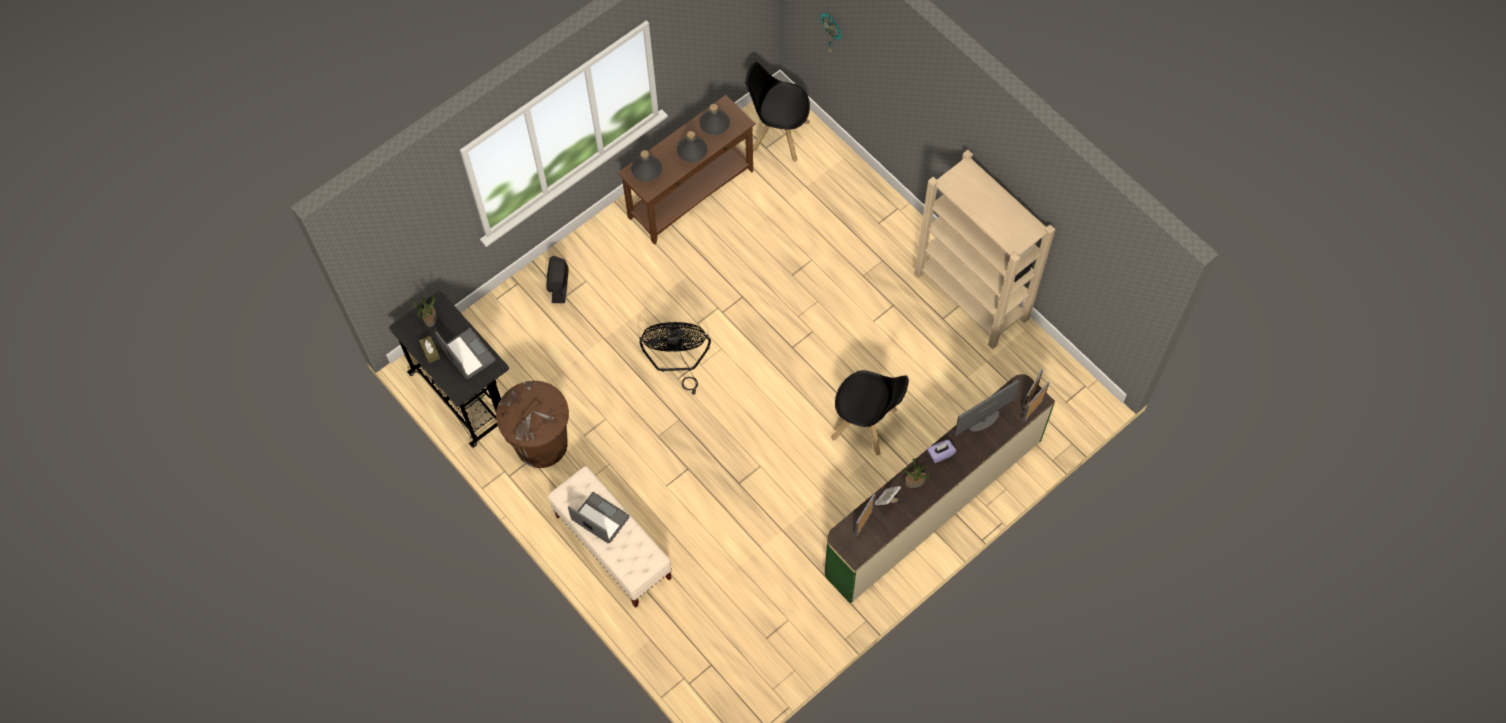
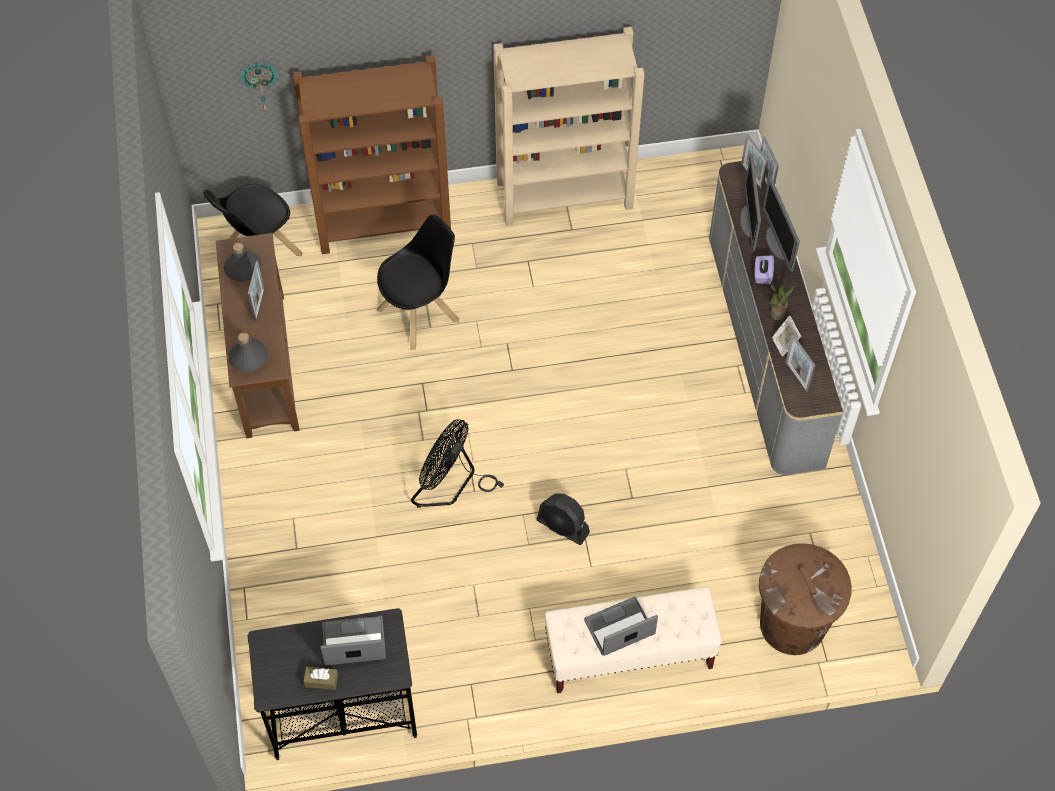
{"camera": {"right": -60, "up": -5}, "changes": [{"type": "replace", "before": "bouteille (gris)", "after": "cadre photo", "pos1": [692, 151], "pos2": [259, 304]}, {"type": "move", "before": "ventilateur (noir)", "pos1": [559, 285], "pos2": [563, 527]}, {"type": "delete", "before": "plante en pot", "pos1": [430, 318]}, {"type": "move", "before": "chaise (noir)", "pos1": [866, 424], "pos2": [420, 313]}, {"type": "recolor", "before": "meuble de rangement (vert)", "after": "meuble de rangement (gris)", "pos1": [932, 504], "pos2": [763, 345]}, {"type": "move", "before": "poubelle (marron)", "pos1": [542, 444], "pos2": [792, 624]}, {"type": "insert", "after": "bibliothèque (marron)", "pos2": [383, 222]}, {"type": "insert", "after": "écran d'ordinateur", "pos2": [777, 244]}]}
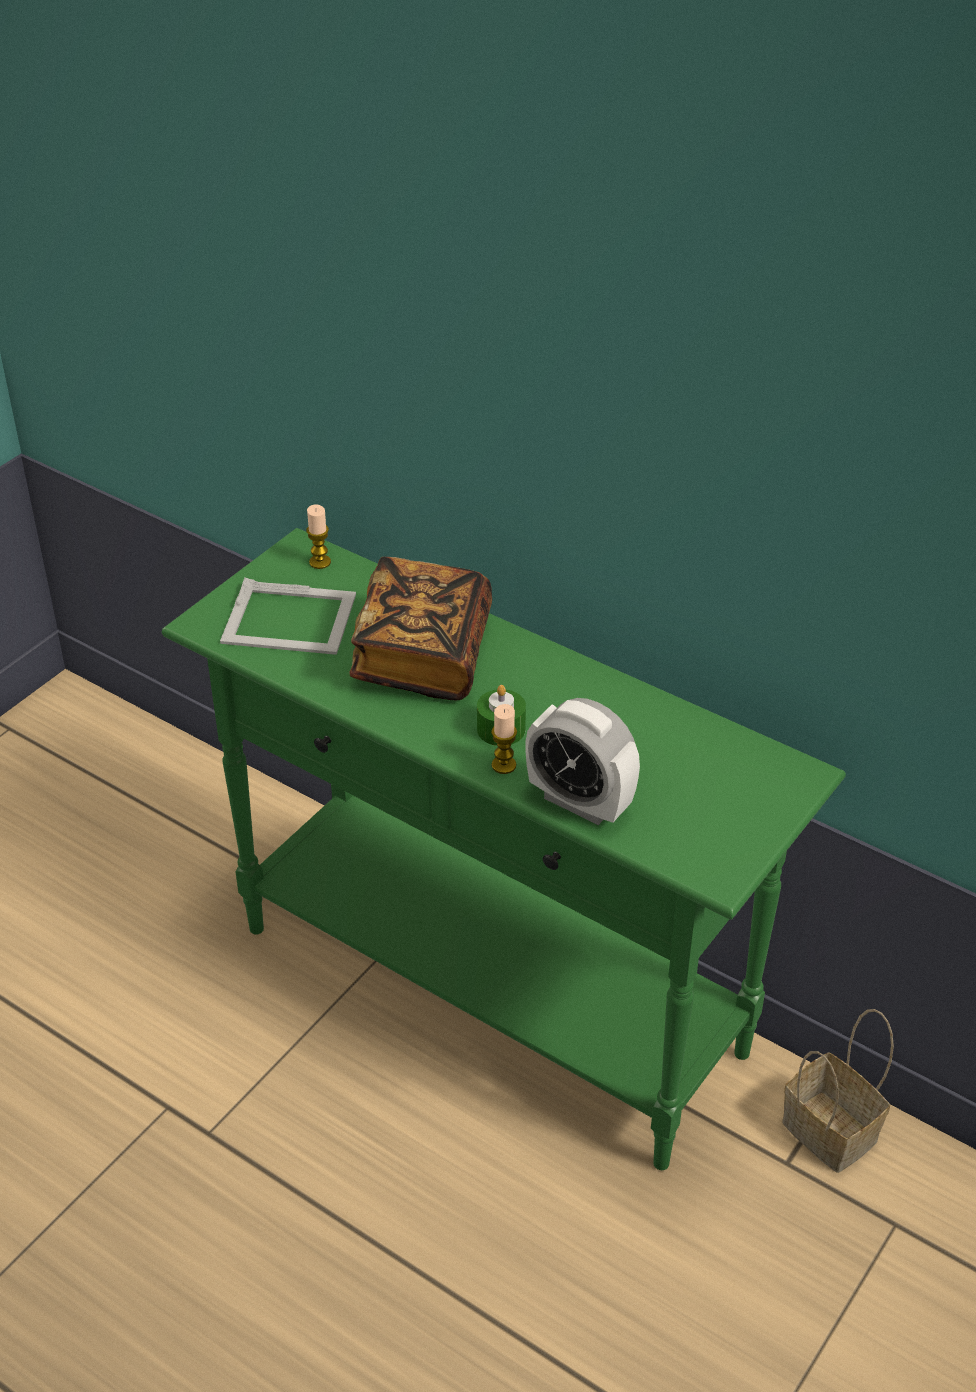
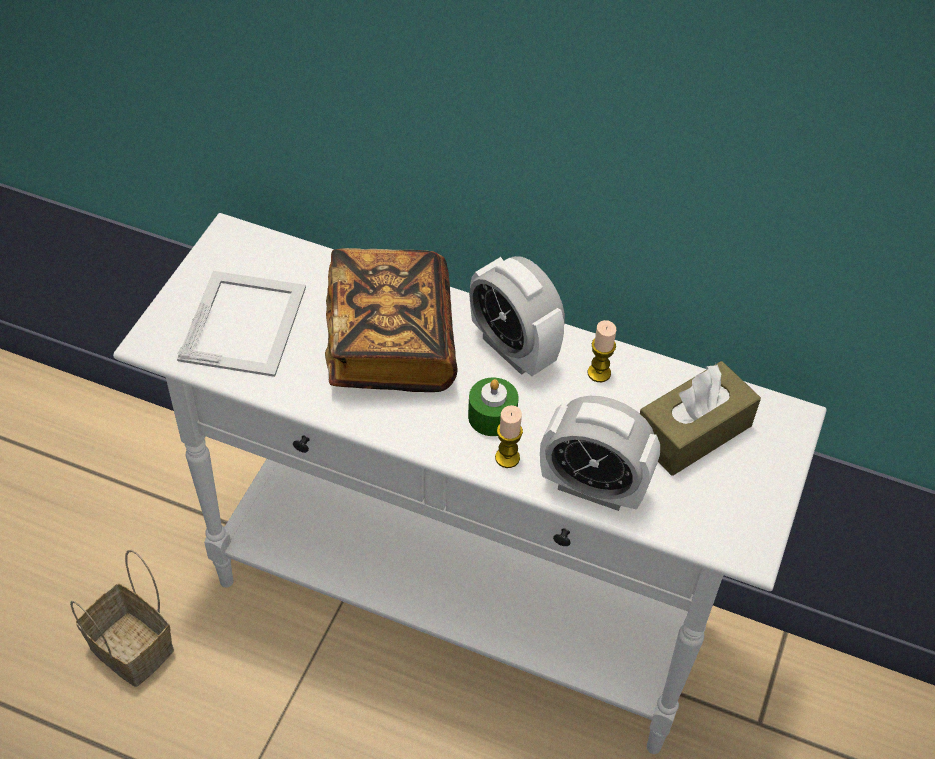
{"camera": {"right": -15, "up": 10}, "changes": [{"type": "move", "before": "bougie", "pos1": [320, 562], "pos2": [599, 373]}, {"type": "recolor", "before": "table console (vert)", "after": "table console (blanc)", "pos1": [491, 992], "pos2": [460, 605]}, {"type": "rotate", "before": "cadre photo", "pos1": [290, 619], "pos2": [245, 322], "turn": -75}, {"type": "move", "before": "panier", "pos1": [833, 1132], "pos2": [135, 649]}, {"type": "insert", "after": "réveil", "pos2": [513, 349]}, {"type": "insert", "after": "boîte à mouchoirs (marron)", "pos2": [693, 431]}]}
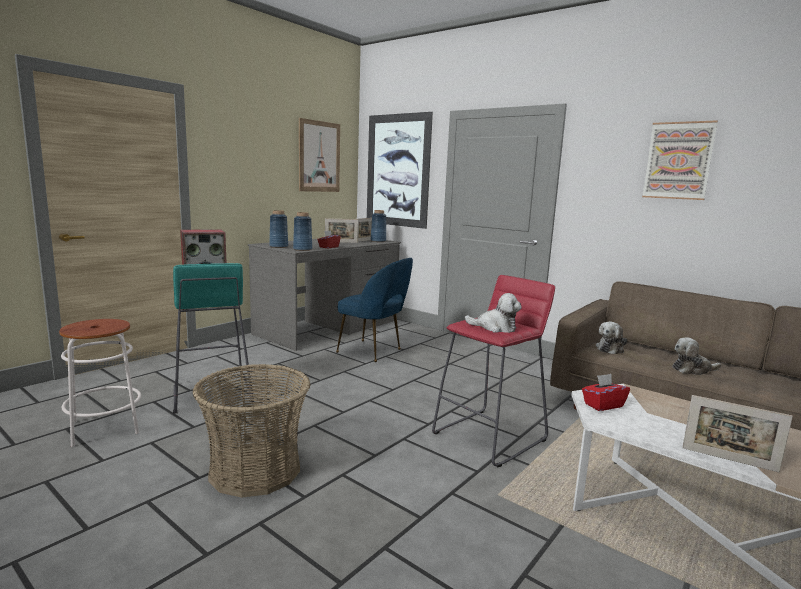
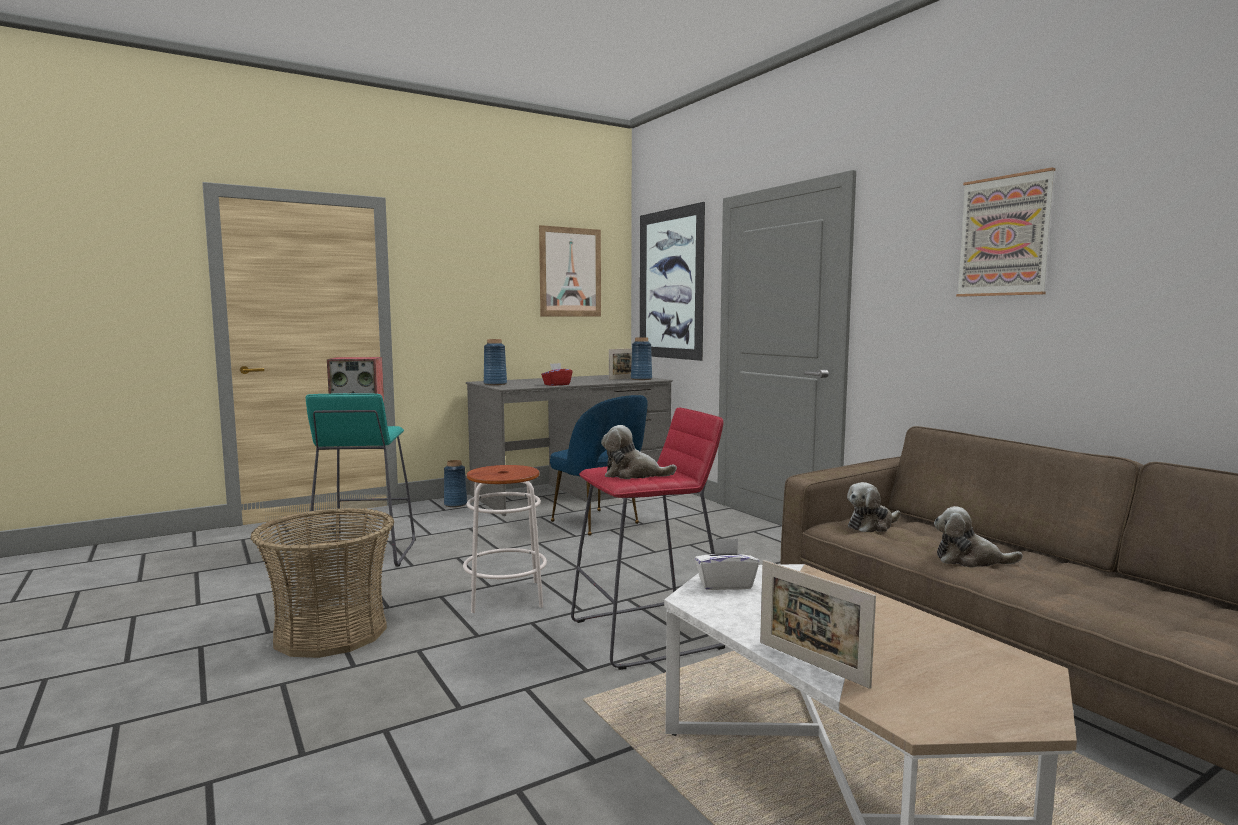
{"camera": {"right": 20, "up": -5}, "changes": [{"type": "move", "before": "vase (bleu)", "pos1": [302, 249], "pos2": [455, 504]}, {"type": "delete", "before": "cadre photo", "pos1": [341, 242]}, {"type": "rotate", "before": "peluche", "pos1": [495, 327], "pos2": [633, 475], "turn": 150}, {"type": "move", "before": "tabouret (blanc)", "pos1": [105, 427], "pos2": [506, 597]}, {"type": "recolor", "before": "boîte à mouchoirs (rouge)", "after": "boîte à mouchoirs (blanc)", "pos1": [603, 405], "pos2": [725, 584]}]}
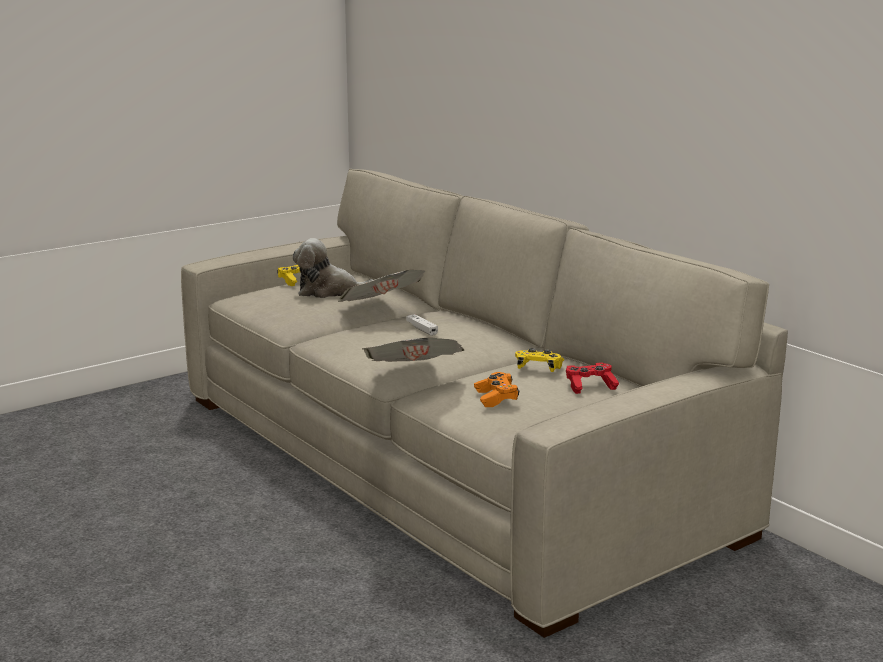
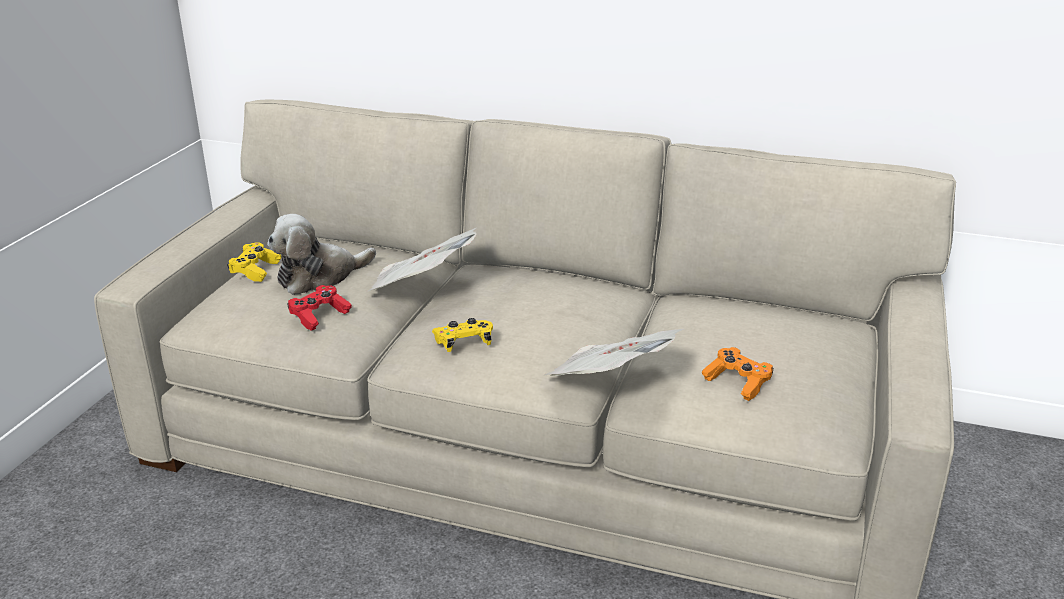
{"camera": {"right": -35, "up": 10}, "changes": [{"type": "delete", "before": "manette (blanc)", "pos1": [422, 329]}, {"type": "move", "before": "manette (jaune)", "pos1": [538, 369], "pos2": [464, 343]}, {"type": "move", "before": "manette (rouge)", "pos1": [590, 386], "pos2": [319, 316]}]}
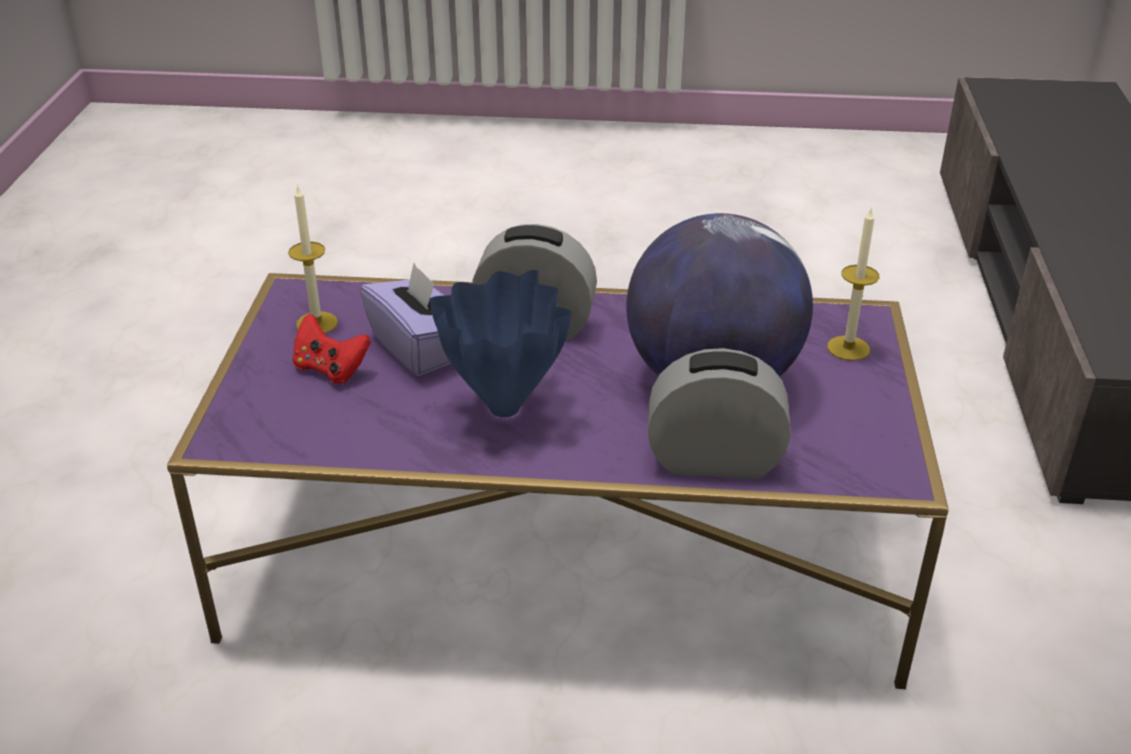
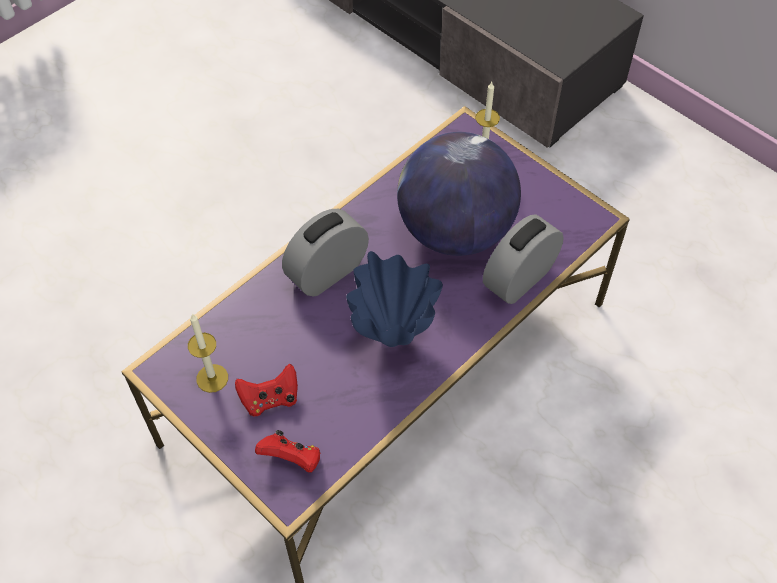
{"camera": {"right": -50, "up": 20}, "changes": [{"type": "delete", "before": "boîte à mouchoirs (violet)", "pos1": [419, 348]}, {"type": "insert", "after": "manette (rouge)", "pos2": [292, 459]}]}
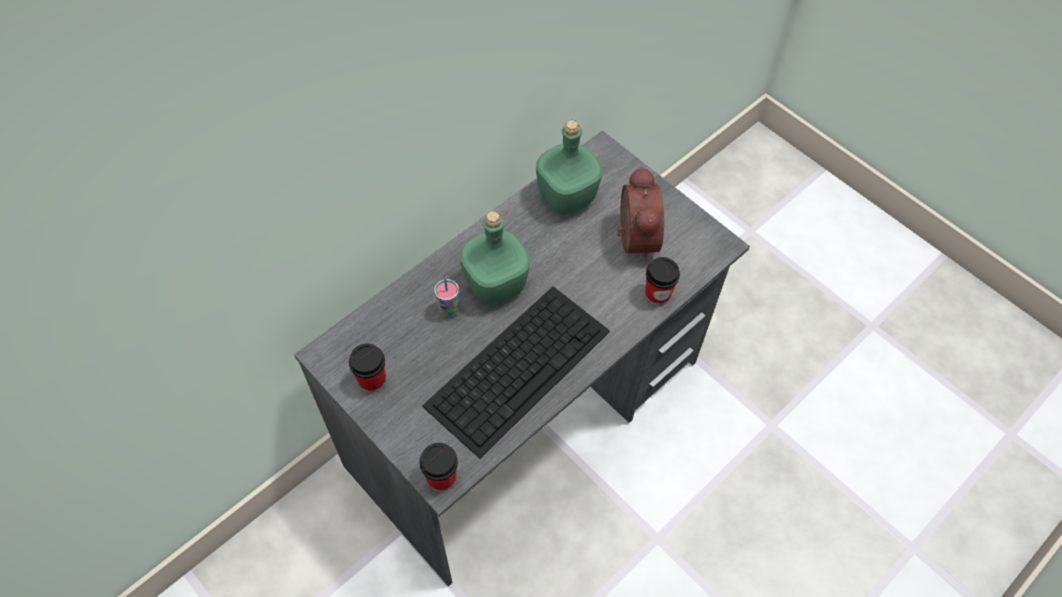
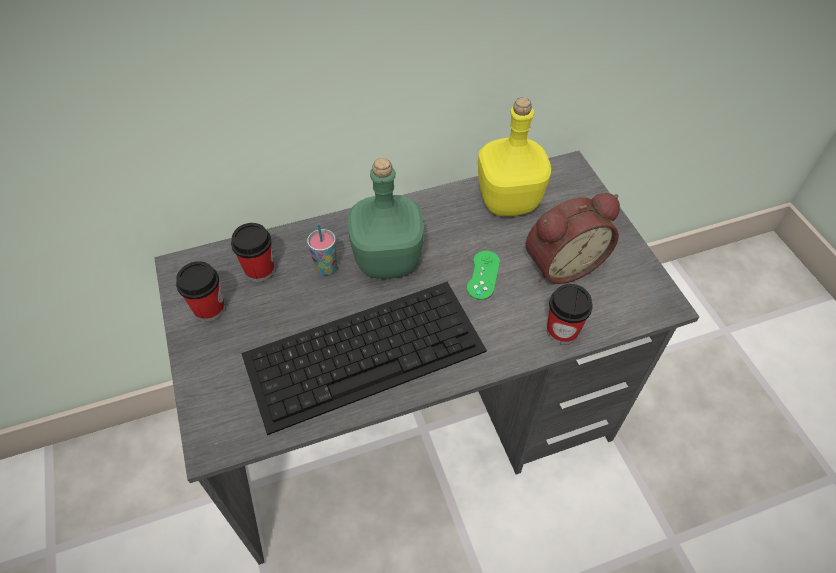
{"camera": {"right": 25, "up": -5}, "changes": [{"type": "recolor", "before": "bouteille (vert)", "after": "bouteille (jaune)", "pos1": [566, 197], "pos2": [507, 200]}, {"type": "rotate", "before": "réveil", "pos1": [633, 238], "pos2": [561, 263], "turn": 45}, {"type": "move", "before": "tasse", "pos1": [441, 478], "pos2": [260, 270]}, {"type": "insert", "after": "manette (vert)", "pos2": [483, 275]}]}
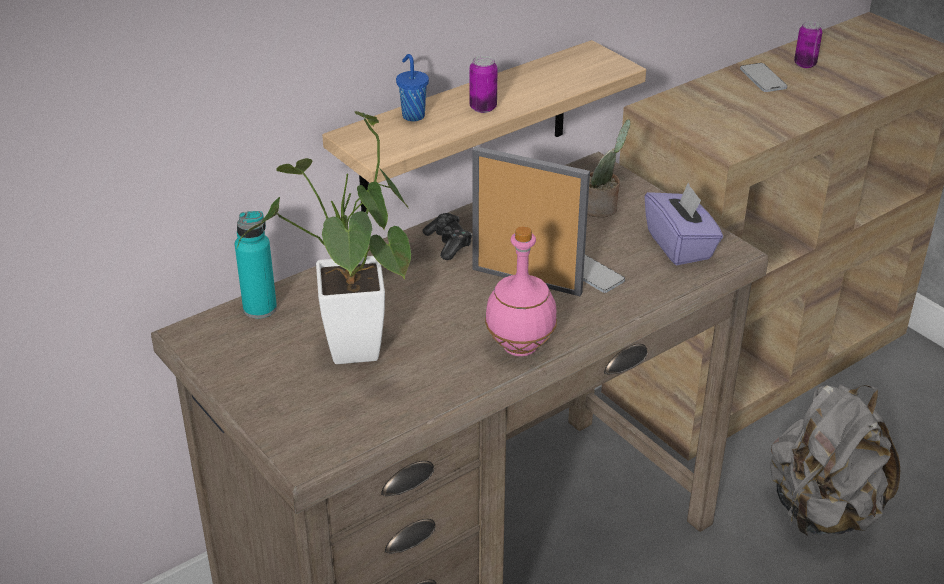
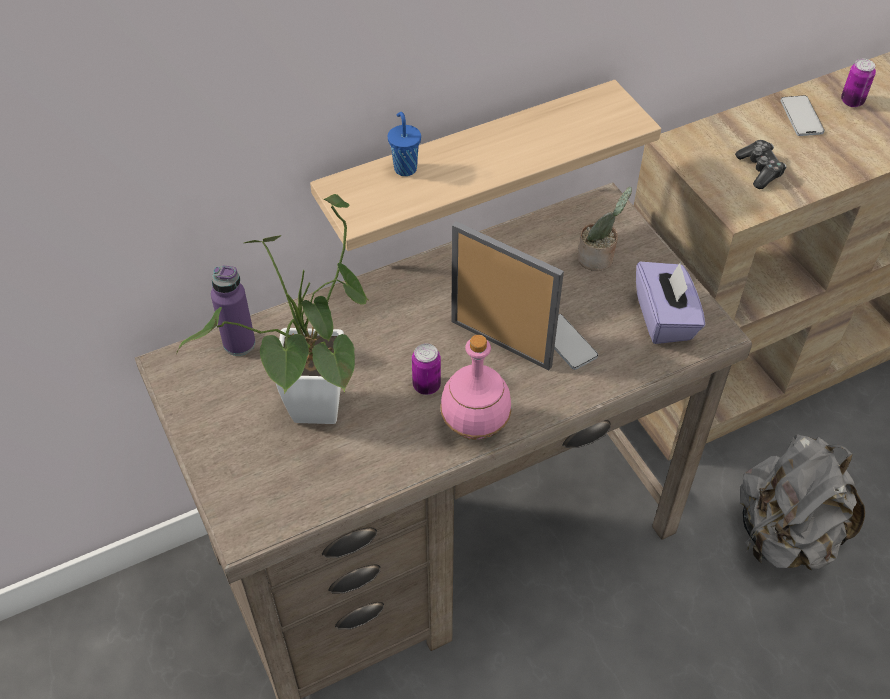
{"camera": {"right": 10, "up": 15}, "changes": [{"type": "move", "before": "boîte métallique", "pos1": [483, 108], "pos2": [426, 385]}, {"type": "recolor", "before": "bouteille (turquoise)", "after": "bouteille (violet)", "pos1": [260, 308], "pos2": [239, 343]}, {"type": "move", "before": "manette", "pos1": [448, 243], "pos2": [759, 170]}]}
